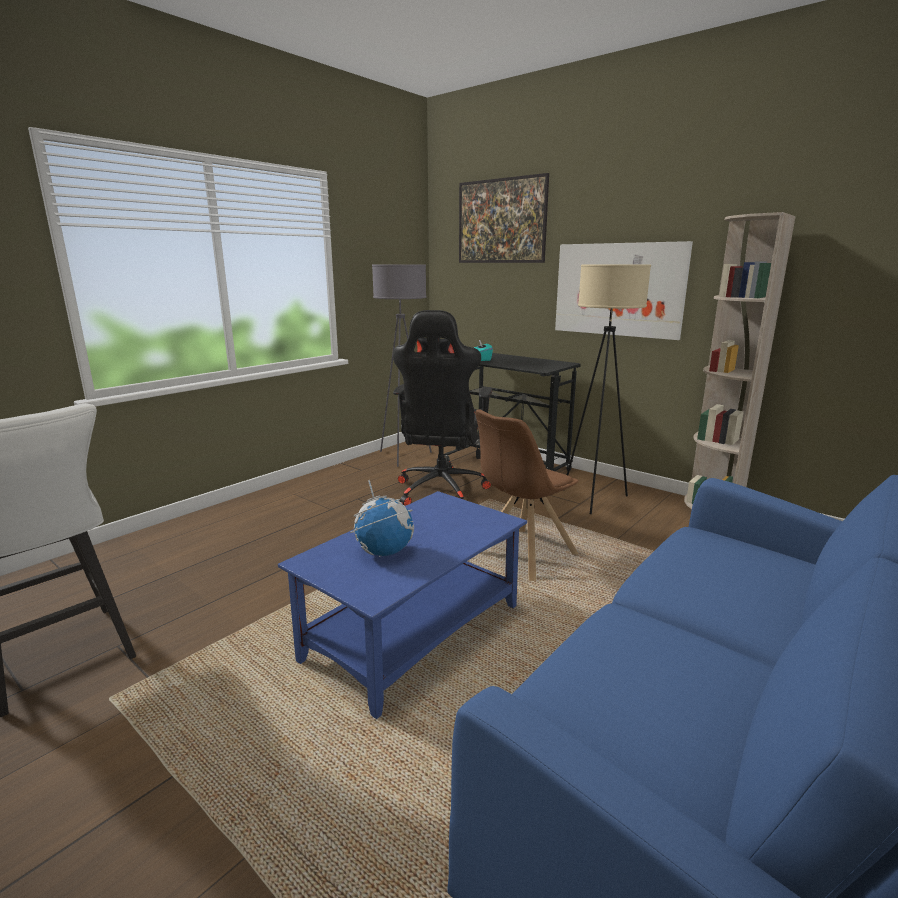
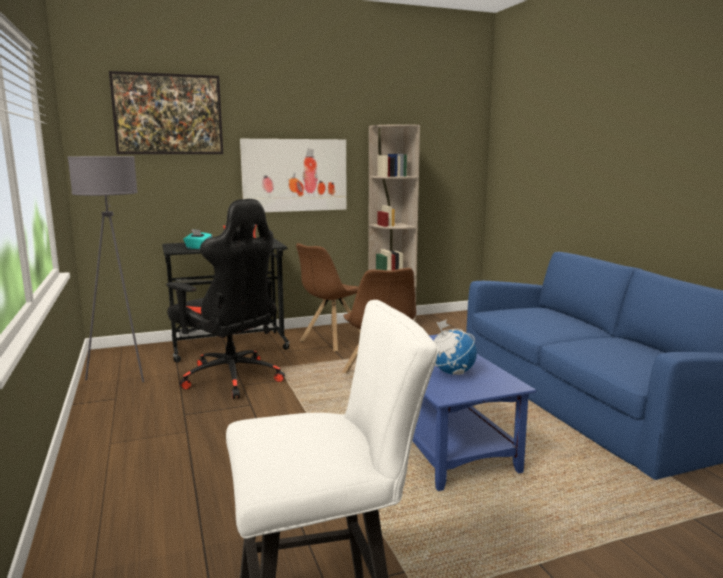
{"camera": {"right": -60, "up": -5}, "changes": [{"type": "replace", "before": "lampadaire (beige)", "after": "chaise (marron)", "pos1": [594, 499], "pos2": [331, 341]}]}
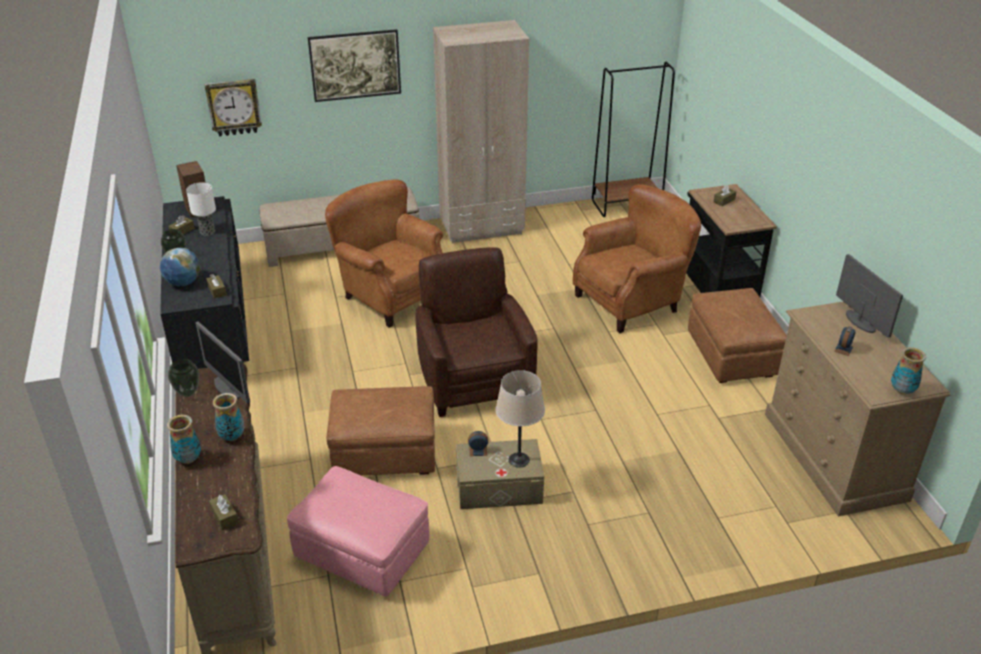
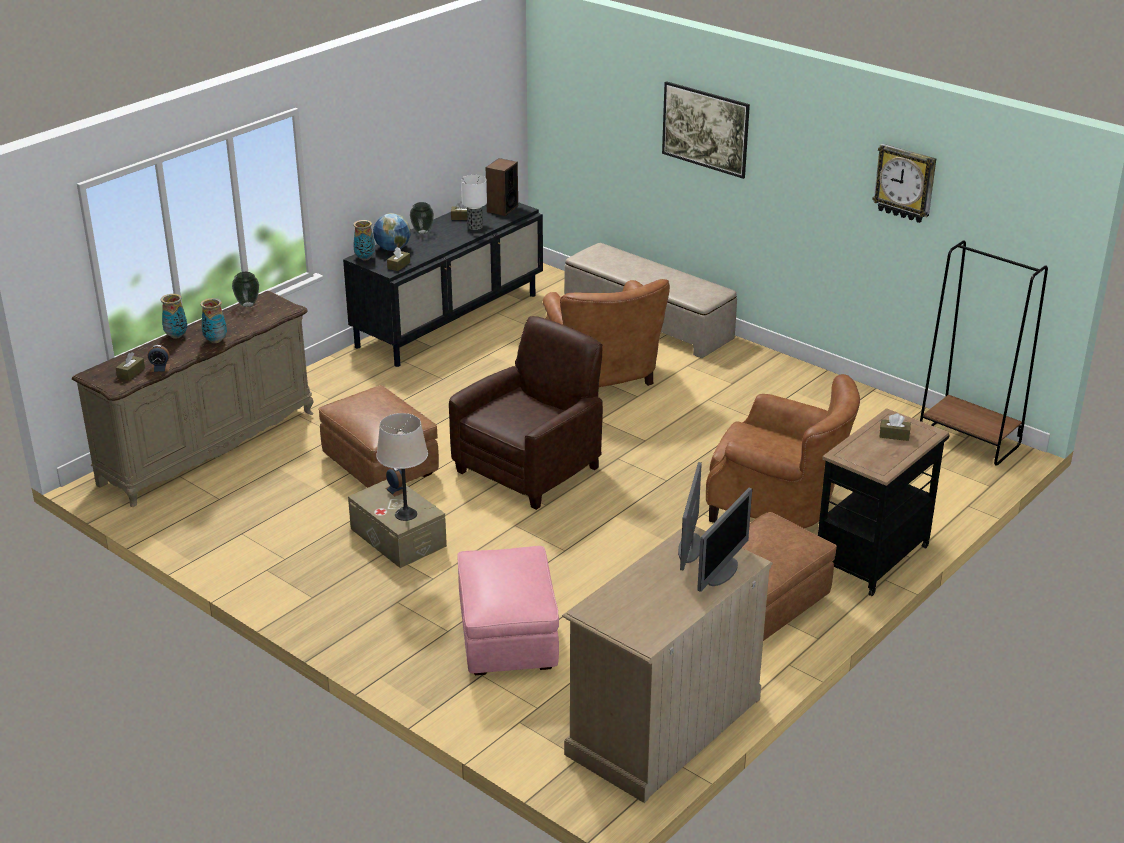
{"camera": {"right": 55, "up": -5}, "changes": [{"type": "delete", "before": "armoire (beige)", "pos1": [482, 227]}, {"type": "move", "before": "horloge murale", "pos1": [234, 107], "pos2": [905, 183]}, {"type": "rotate", "before": "fauteuil (marron)", "pos1": [391, 295], "pos2": [602, 377], "turn": 150}, {"type": "move", "before": "écran d'ordinateur", "pos1": [228, 388], "pos2": [690, 548]}, {"type": "move", "before": "réveil", "pos1": [843, 349], "pos2": [160, 368]}, {"type": "move", "before": "vase", "pos1": [902, 390], "pos2": [365, 258]}, {"type": "move", "before": "pouf (rose)", "pos1": [362, 553], "pos2": [507, 638]}]}
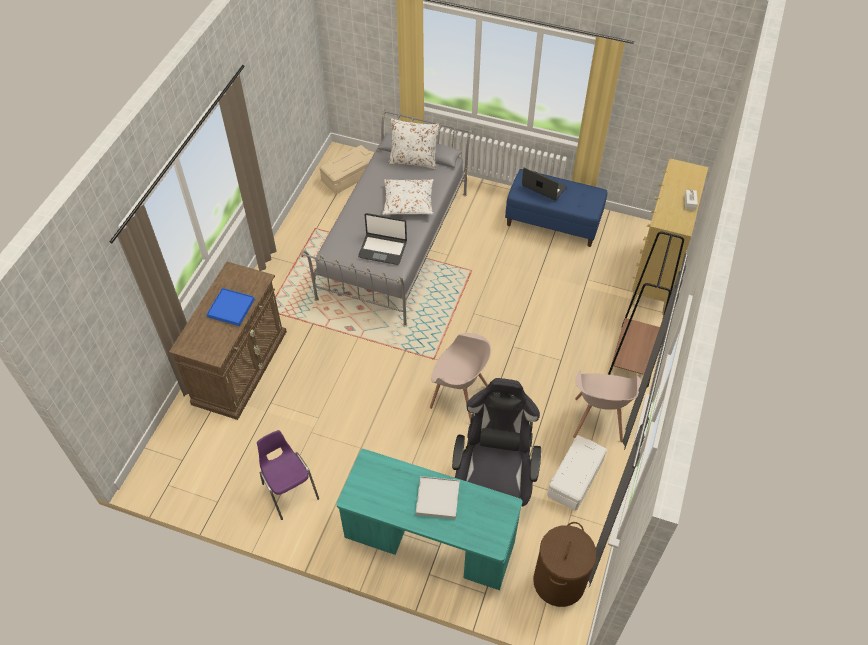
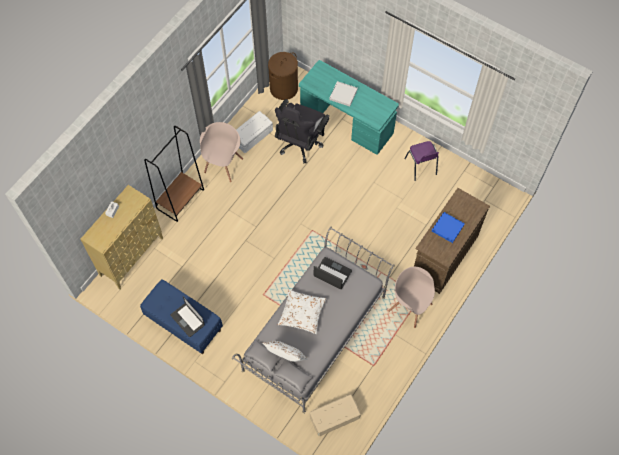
{"camera": {"right": -165, "up": 10}, "changes": [{"type": "move", "before": "chaise (beige)", "pos1": [459, 397], "pos2": [409, 307]}]}
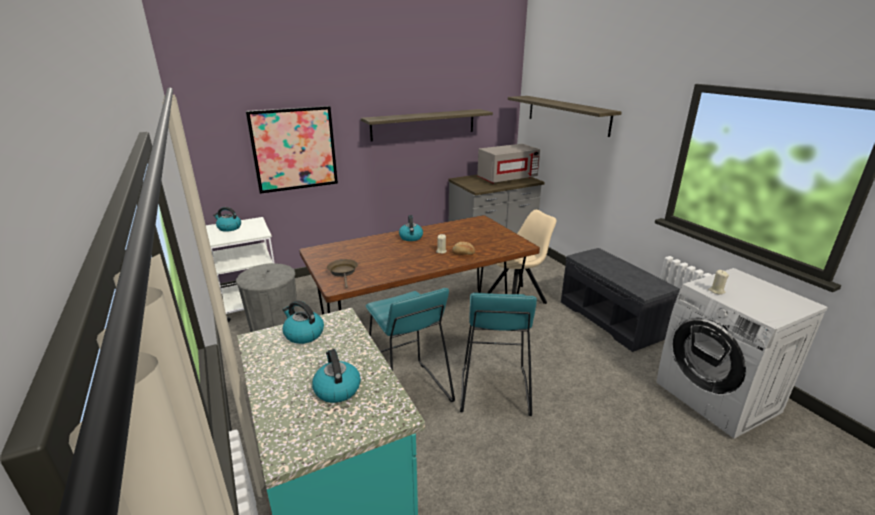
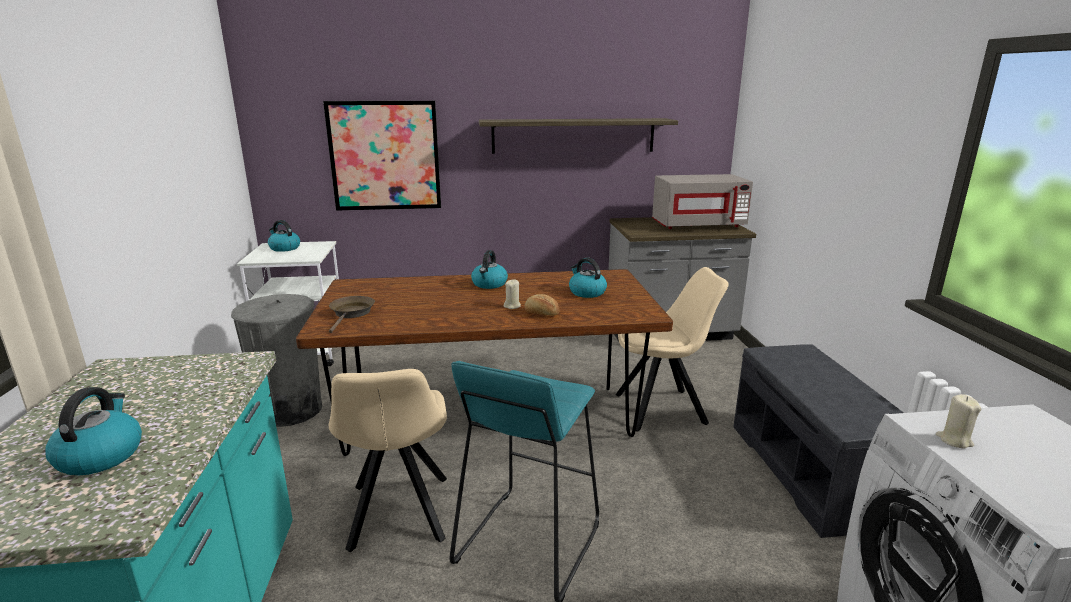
{"camera": {"right": 20, "up": -5}, "changes": [{"type": "delete", "before": "étagère", "pos1": [567, 114]}, {"type": "replace", "before": "tabouret (turquoise)", "after": "chaise (beige)", "pos1": [408, 393], "pos2": [398, 513]}, {"type": "move", "before": "bouilloire", "pos1": [303, 334], "pos2": [586, 292]}]}
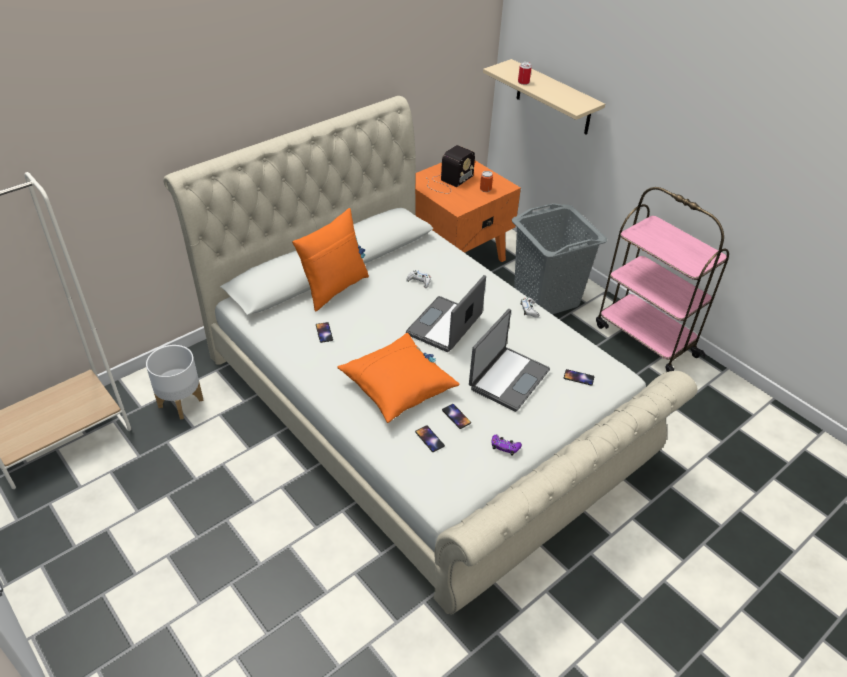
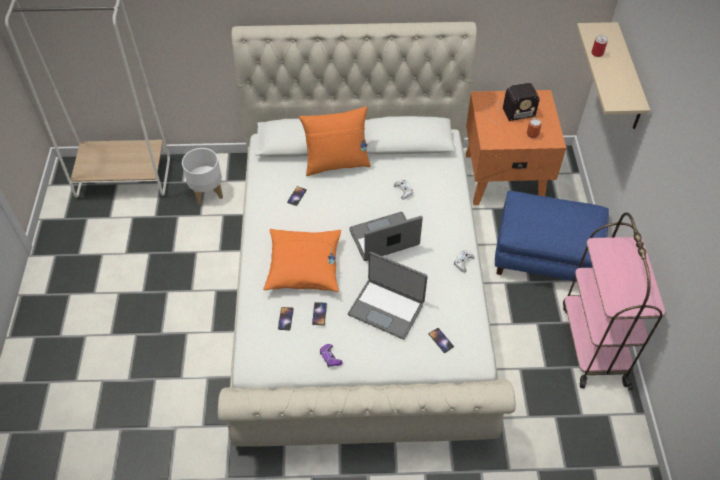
{"camera": {"right": 40, "up": 10}, "changes": [{"type": "replace", "before": "panier à linge (gris)", "after": "pouf (bleu)", "pos1": [546, 298], "pos2": [544, 257]}, {"type": "rotate", "before": "ordinateur portable", "pos1": [508, 379], "pos2": [387, 308], "turn": 45}]}
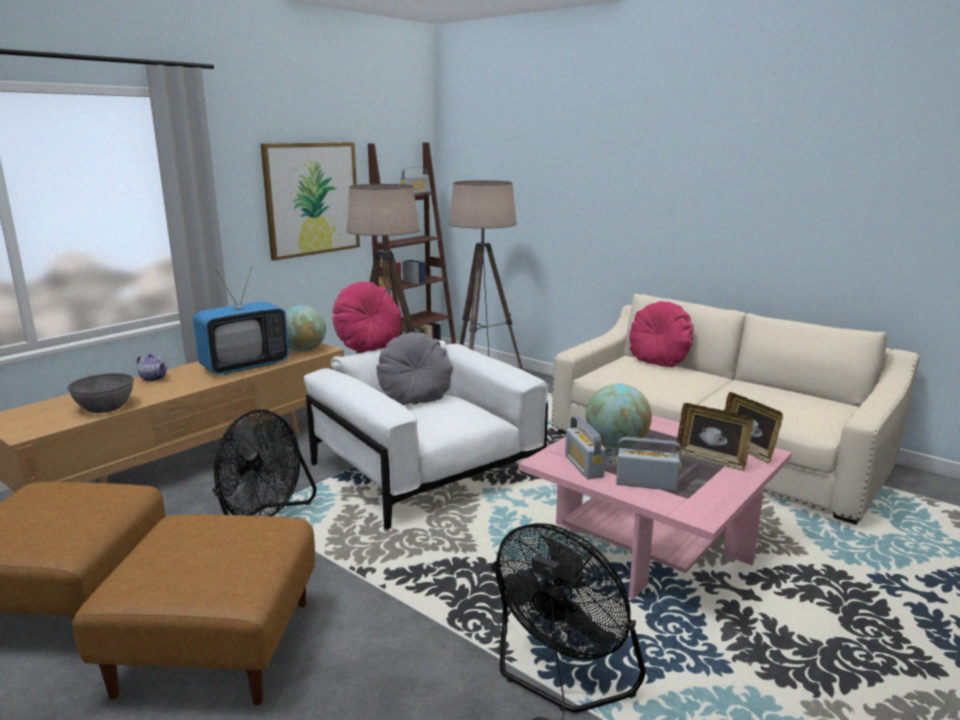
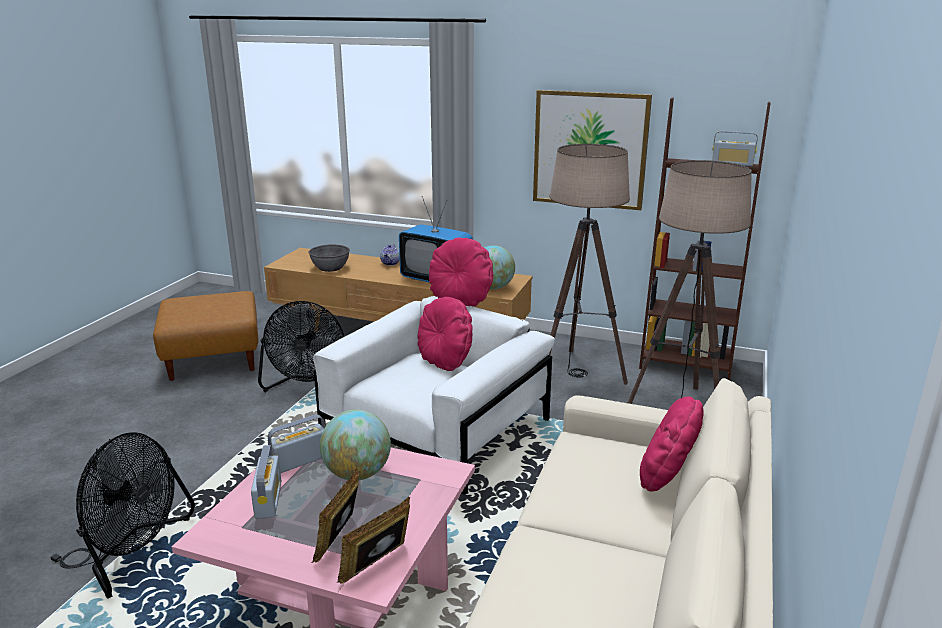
{"camera": {"right": 70, "up": 5}, "changes": [{"type": "recolor", "before": "coussin (gris)", "after": "coussin (rose)", "pos1": [415, 401], "pos2": [445, 363]}, {"type": "delete", "before": "pouf (marron)", "pos1": [215, 645]}]}
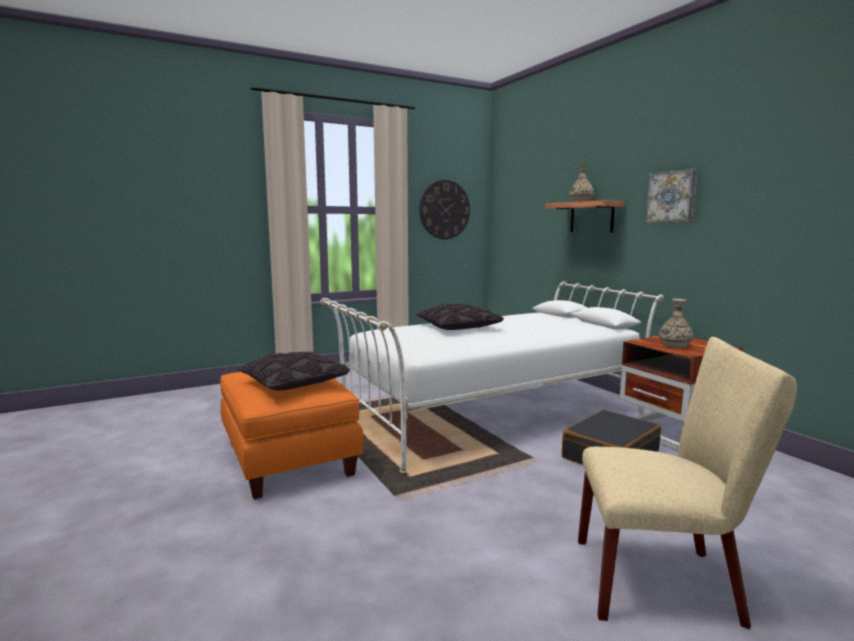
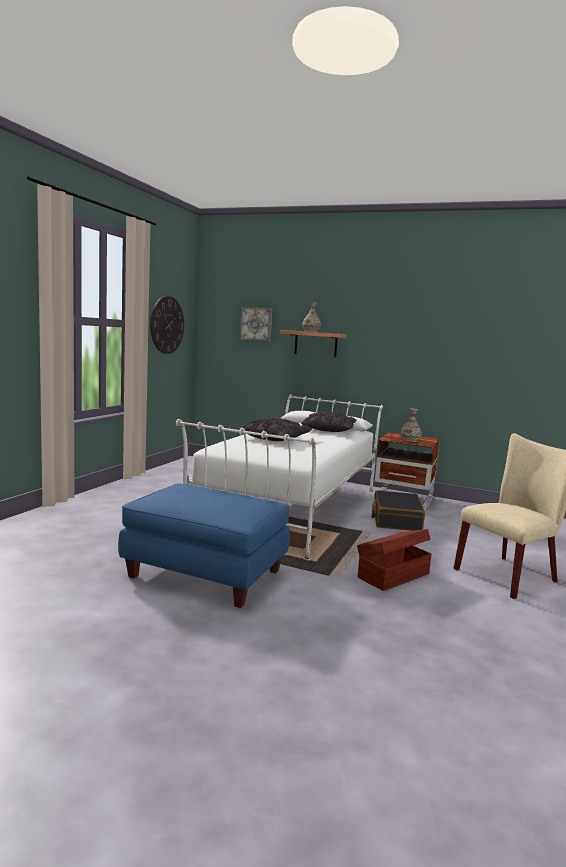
{"camera": {"right": -40, "up": 0}, "changes": [{"type": "move", "before": "tableau", "pos1": [672, 197], "pos2": [256, 324]}, {"type": "move", "before": "coussin (noir)", "pos1": [294, 383], "pos2": [329, 430]}, {"type": "recolor", "before": "pouf (orange)", "after": "pouf (bleu)", "pos1": [289, 458], "pos2": [206, 573]}, {"type": "insert", "after": "boîte de rangement (marron)", "pos2": [392, 575]}]}
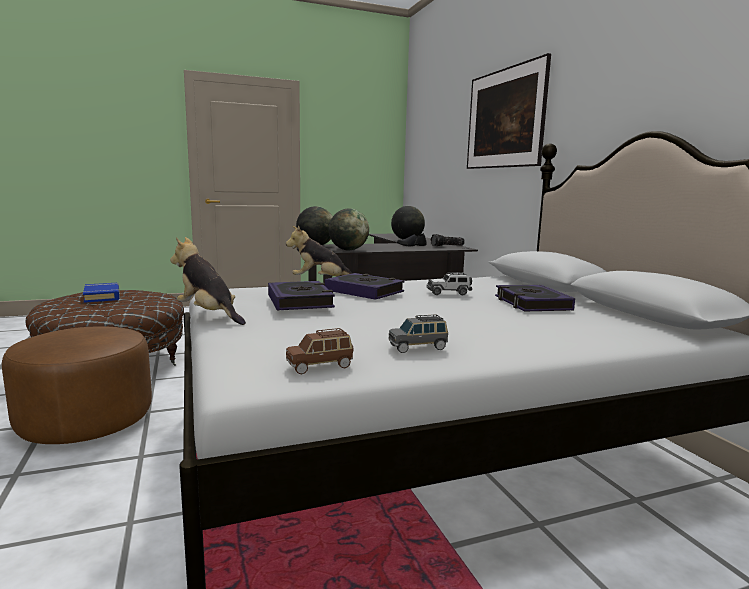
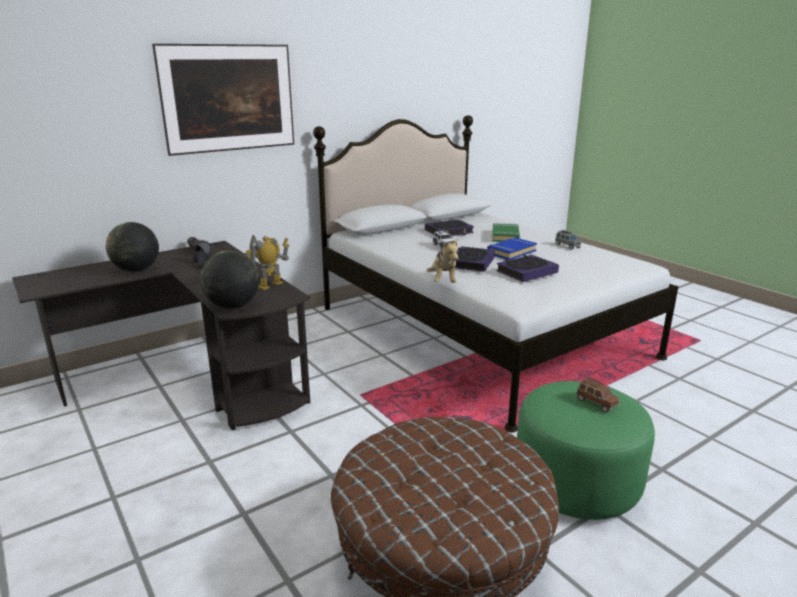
{"camera": {"right": -105, "up": 10}, "changes": [{"type": "replace", "before": "globe", "after": "robot jouet", "pos1": [348, 250], "pos2": [270, 285]}, {"type": "delete", "before": "peluche", "pos1": [209, 315]}, {"type": "move", "before": "livre (bleu)", "pos1": [102, 296], "pos2": [511, 252]}, {"type": "recolor", "before": "pouf (marron)", "after": "pouf (vert)", "pos1": [86, 421], "pos2": [576, 483]}, {"type": "move", "before": "petite voiture (marron)", "pos1": [320, 366], "pos2": [596, 403]}, {"type": "insert", "after": "livre (vert)", "pos2": [505, 236]}]}
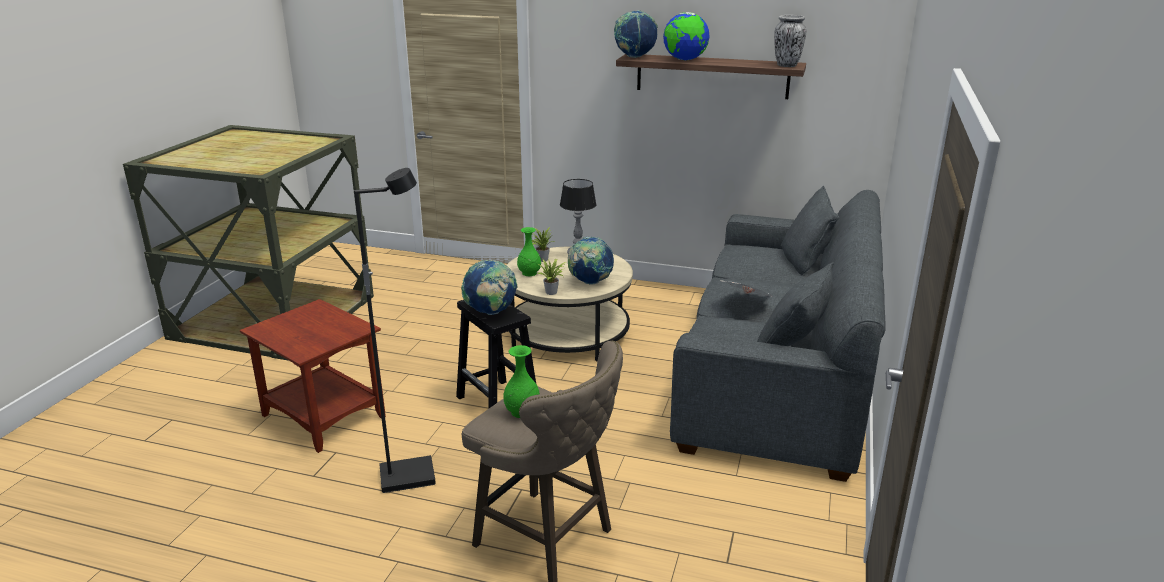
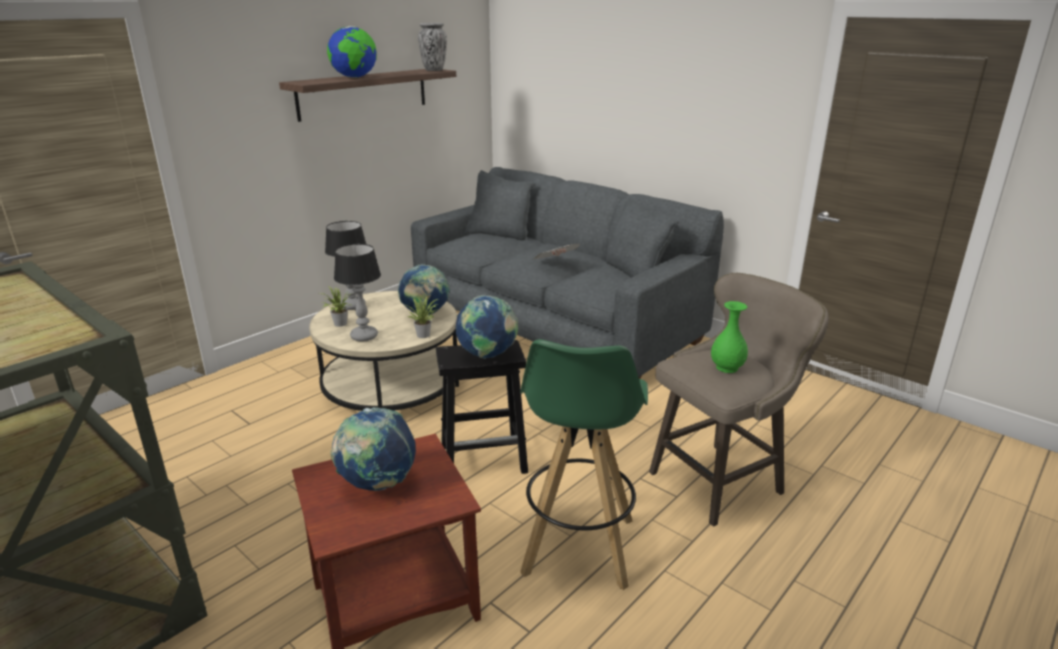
{"camera": {"right": -65, "up": 0}, "changes": [{"type": "move", "before": "globe", "pos1": [634, 57], "pos2": [377, 484]}, {"type": "replace", "before": "lampadaire (noir)", "after": "tabouret (vert)", "pos1": [408, 476], "pos2": [577, 548]}, {"type": "replace", "before": "vase (vert)", "after": "lampe de table", "pos1": [529, 273], "pos2": [364, 336]}]}
